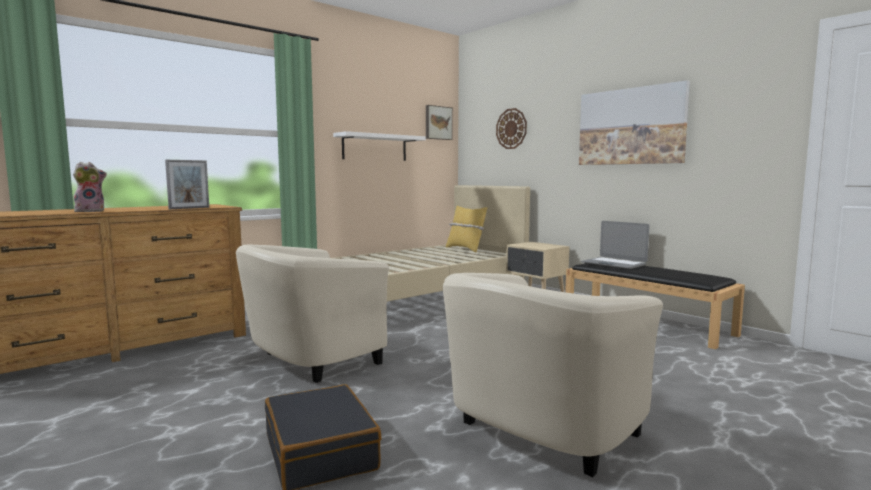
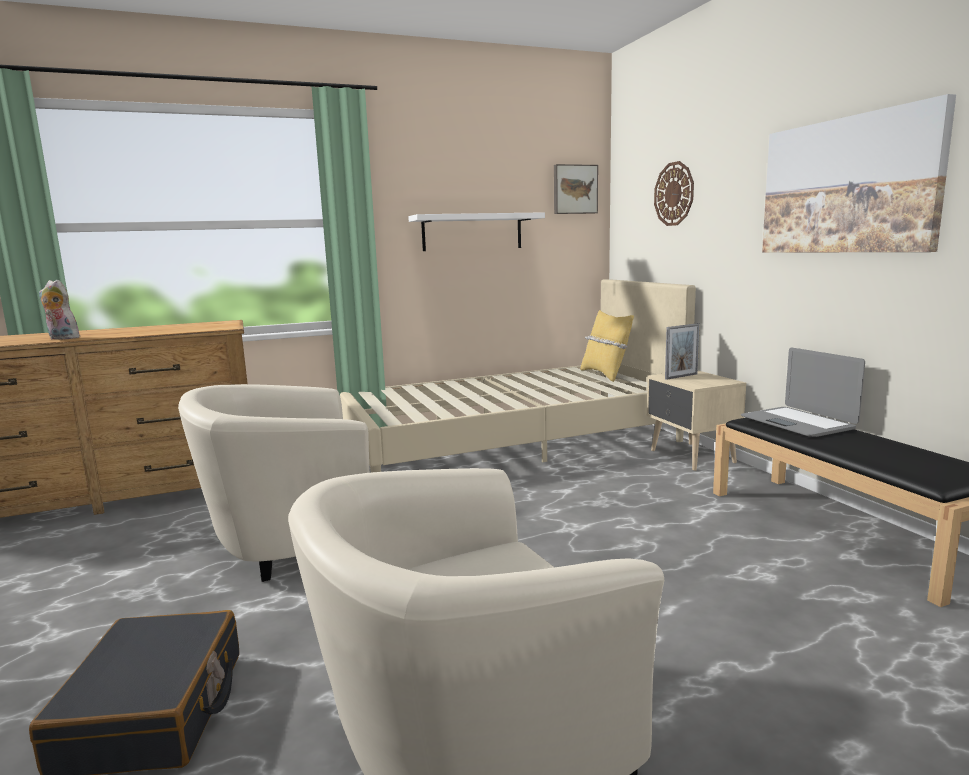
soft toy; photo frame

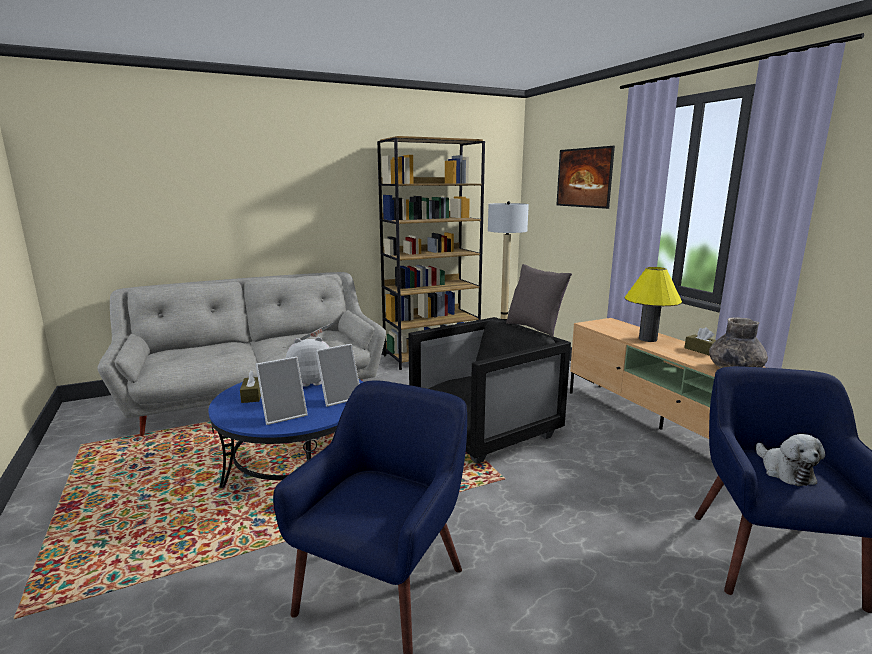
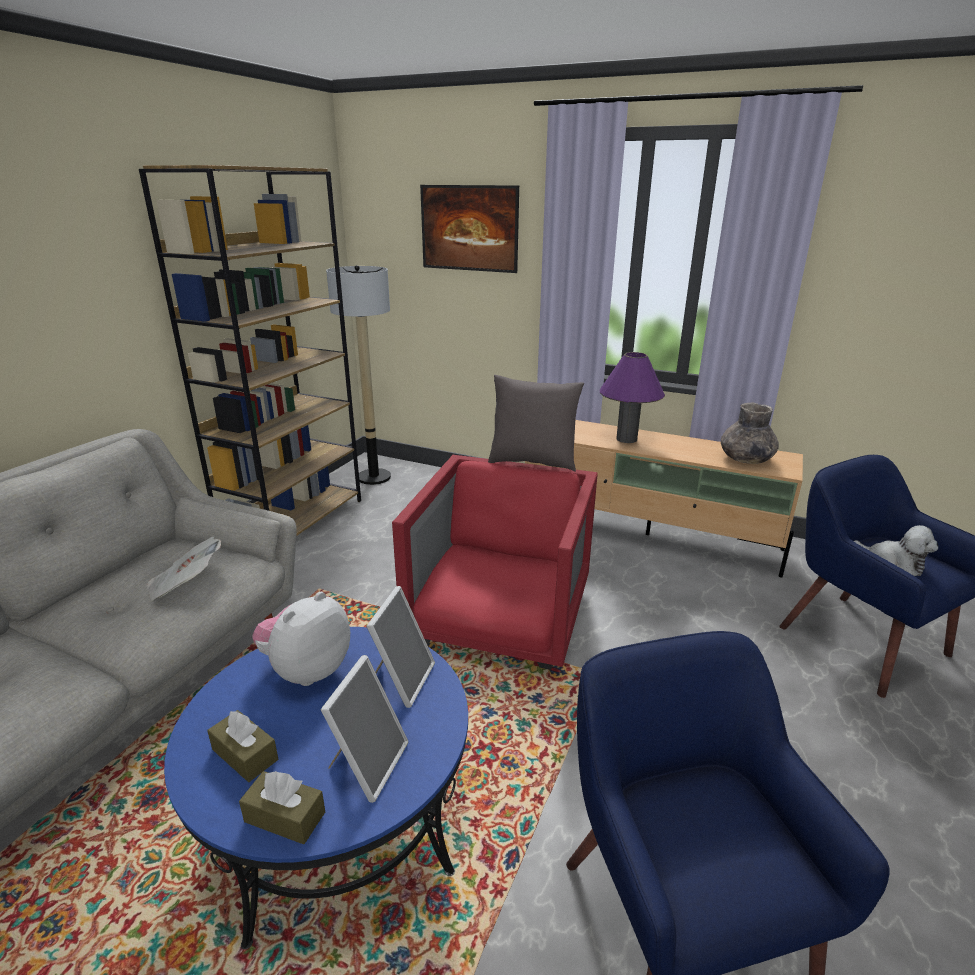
red easy chair; purple-coloured table lamp; brownish tissue holder (2nd from left)

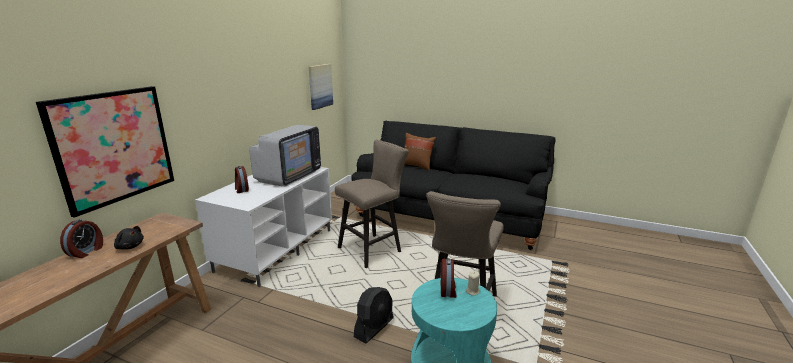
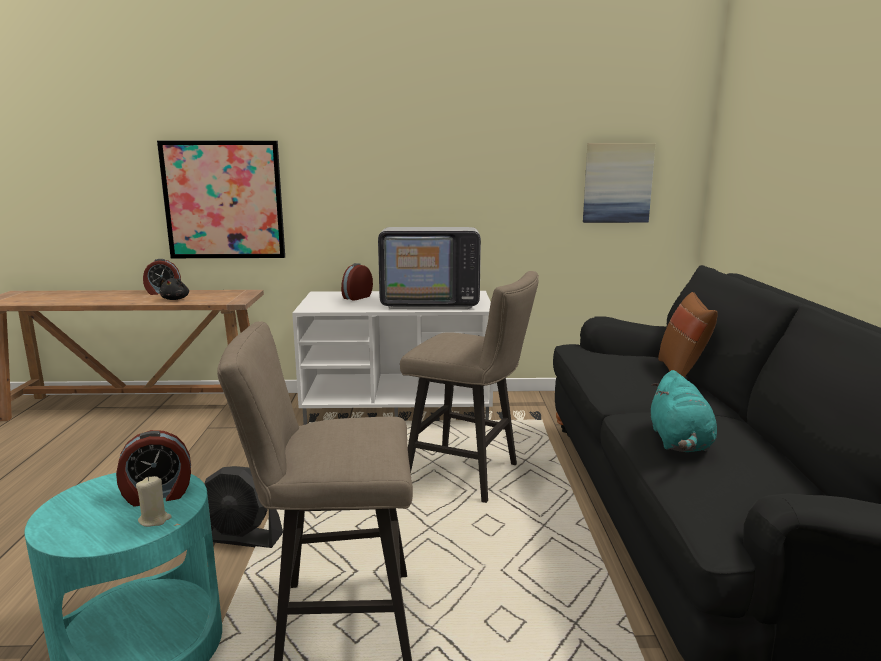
blue-green soft toy

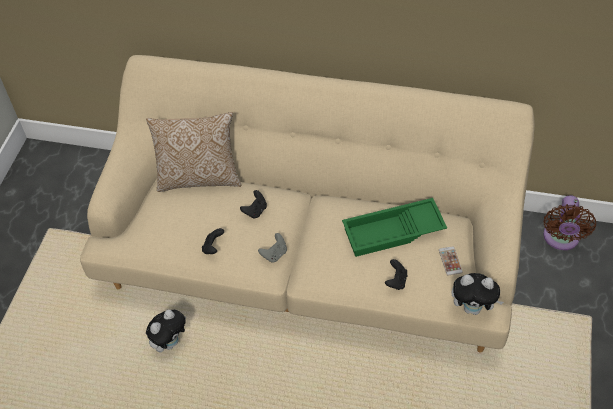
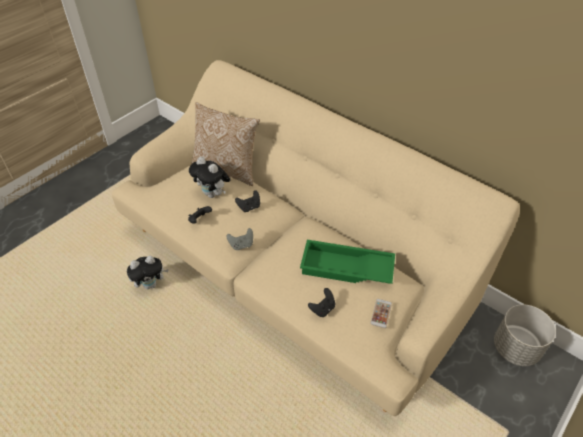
soft toy (2nd from left); greyish planter

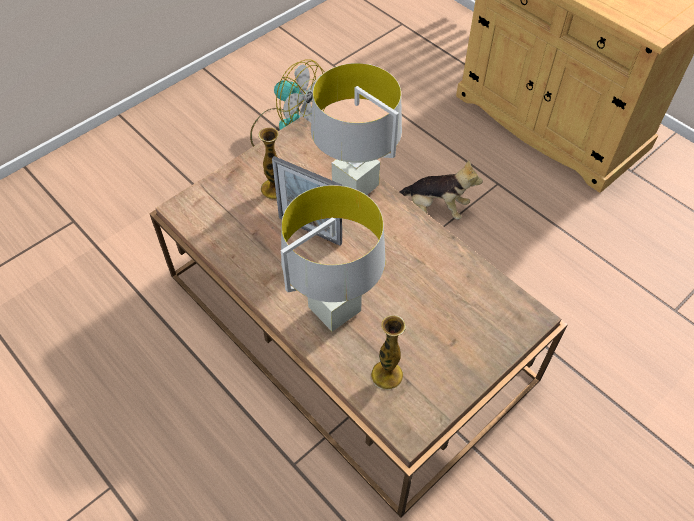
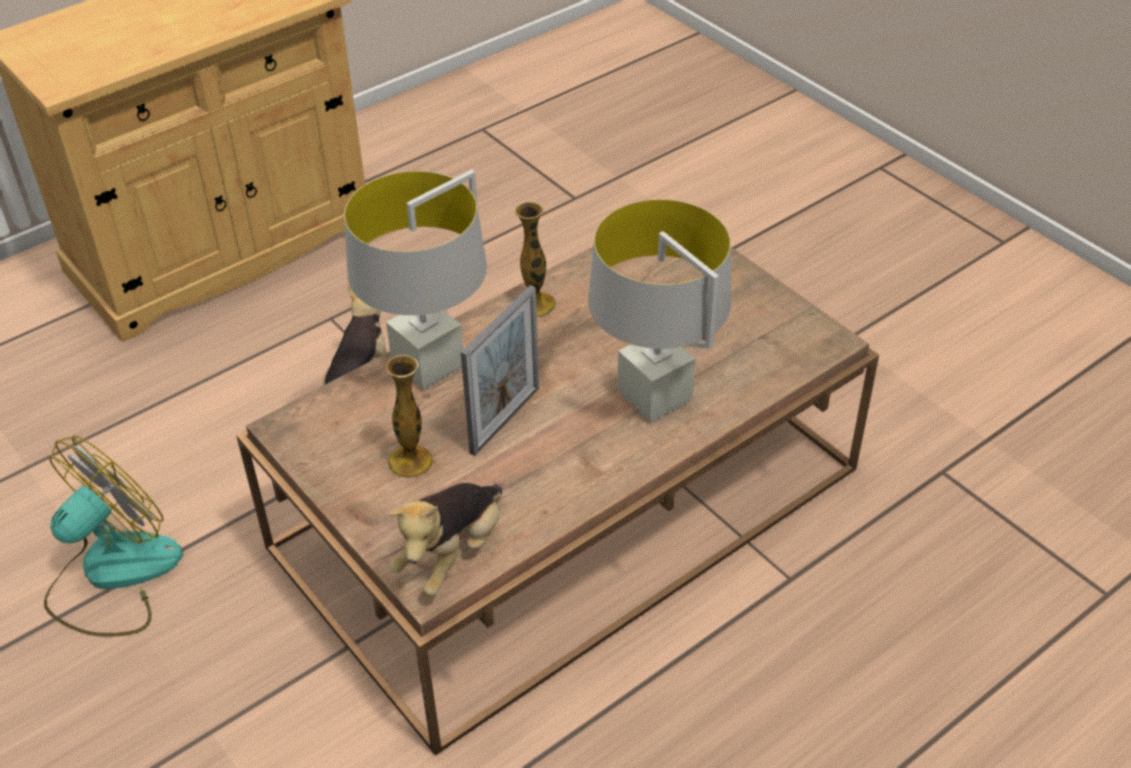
flower vase (2nd from left); soft toy (2nd from left)

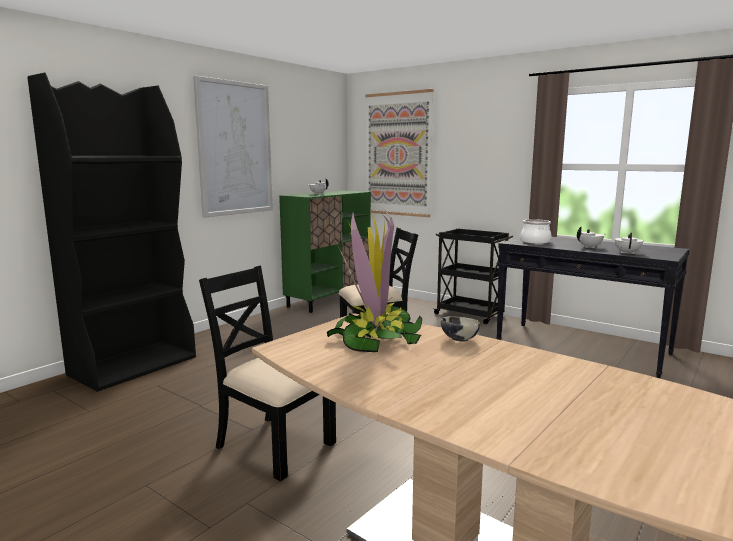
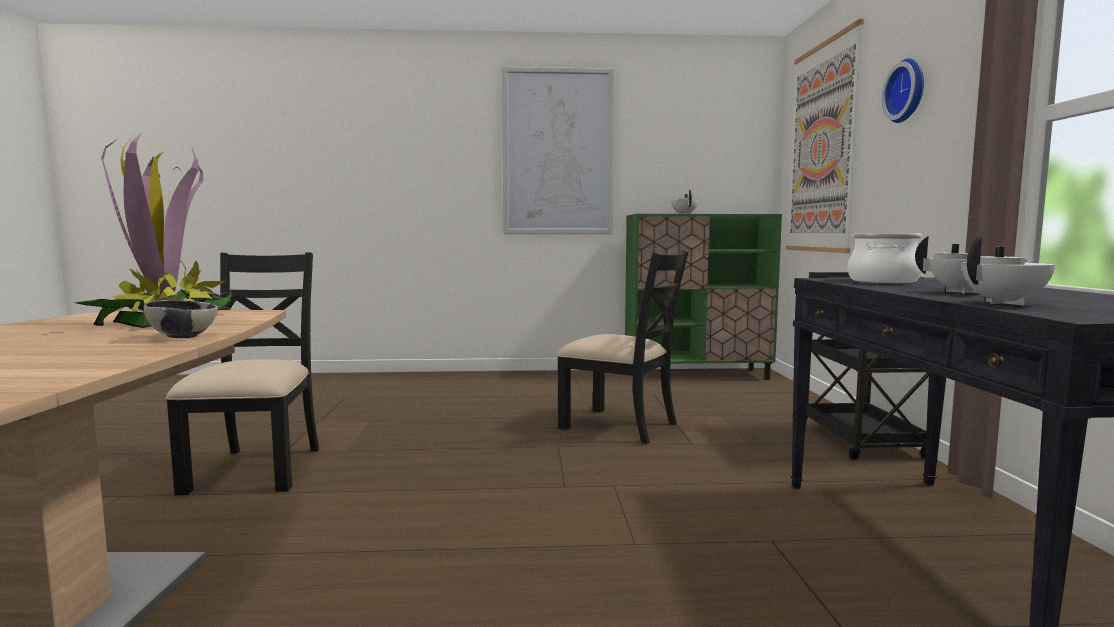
black shelving unit; hanging clock

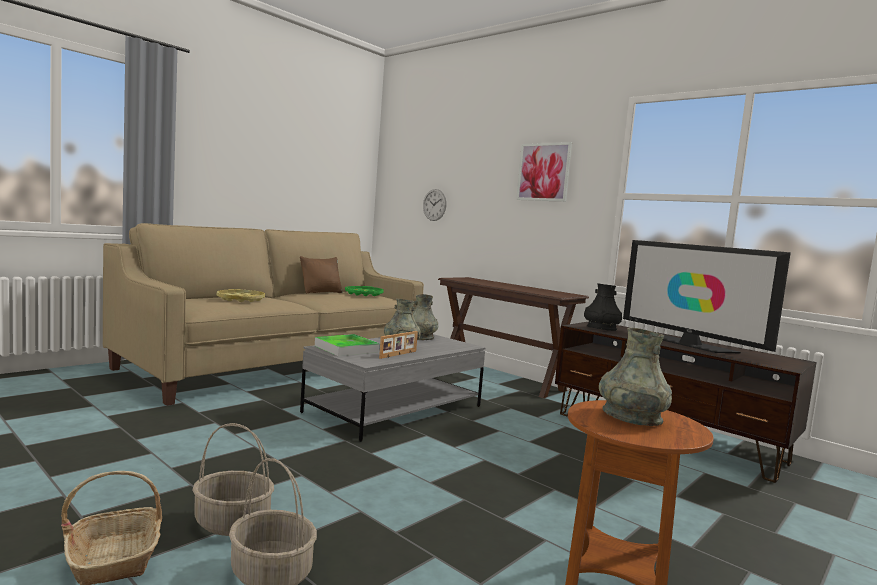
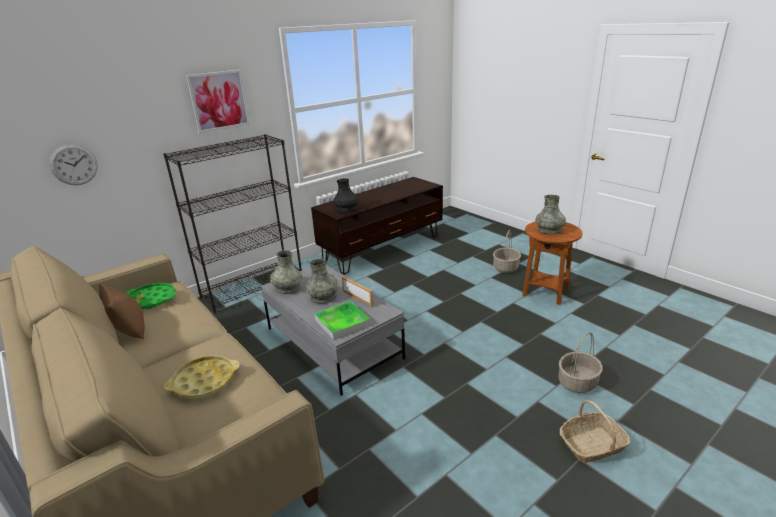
basket (1st from left); black shelving unit; TV

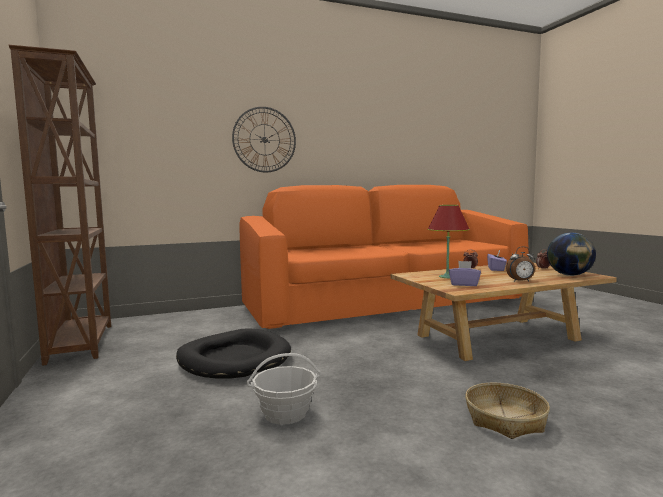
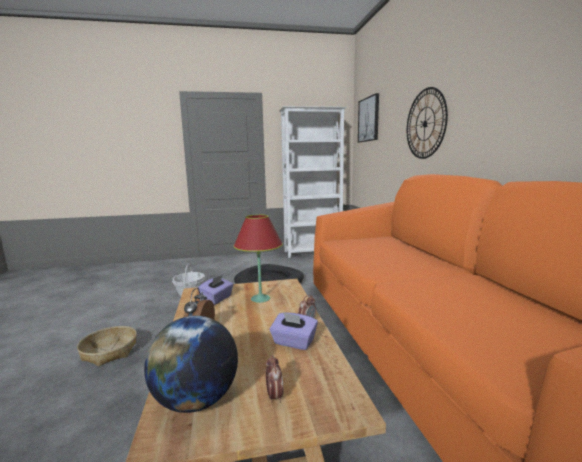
whitish shelving unit; wall picture

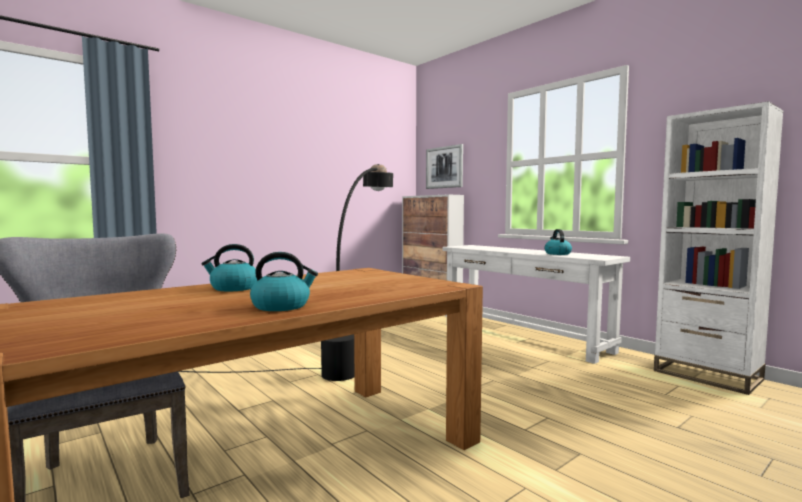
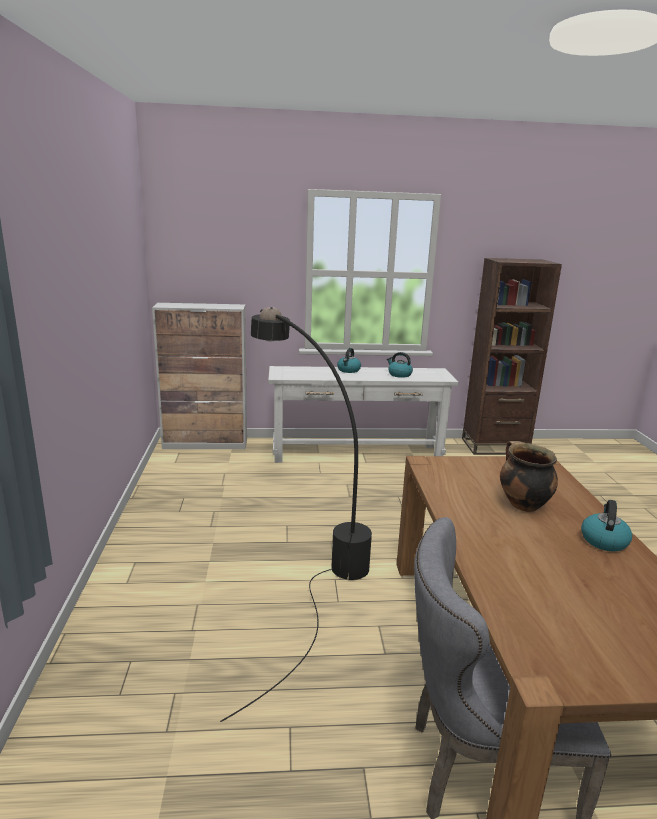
tea kettle (1st from left); wall picture; brownish shelving unit; saucepot

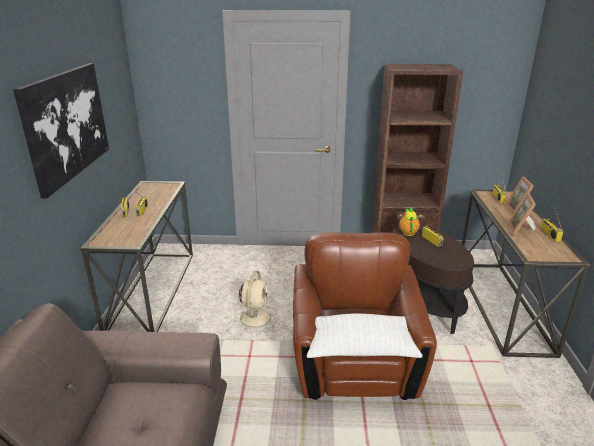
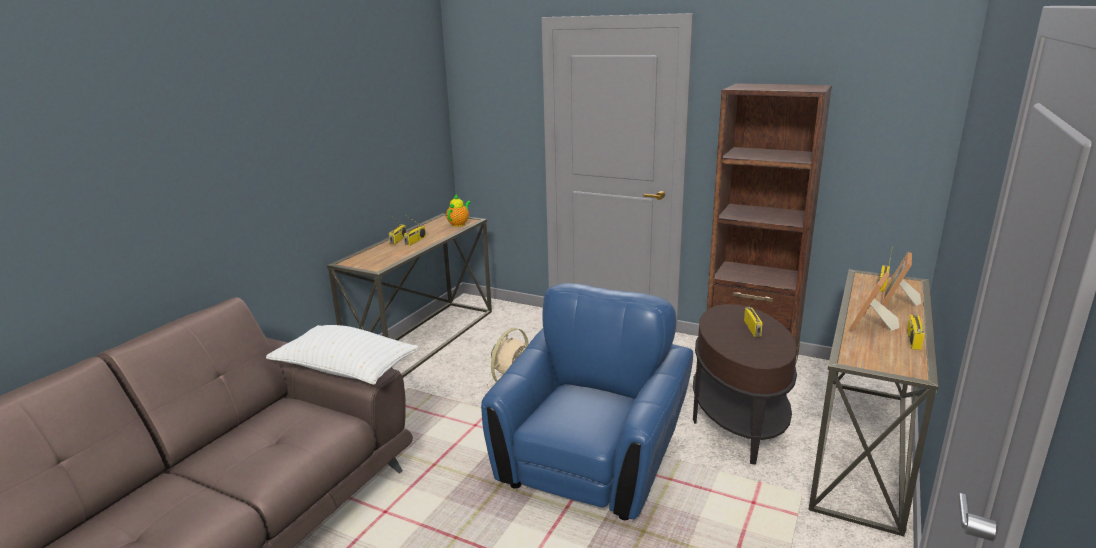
wall picture; blue-coloured easy chair; whitish pillow; pot for tea

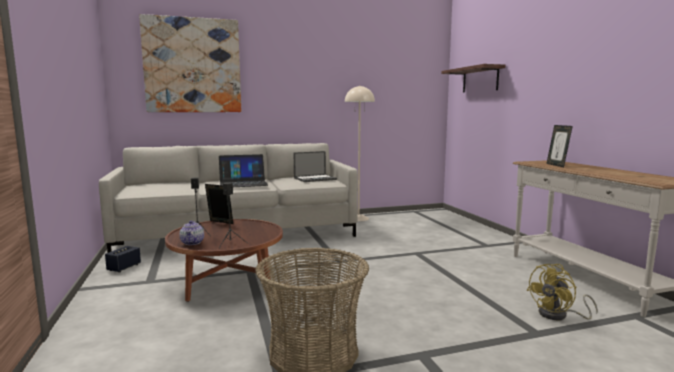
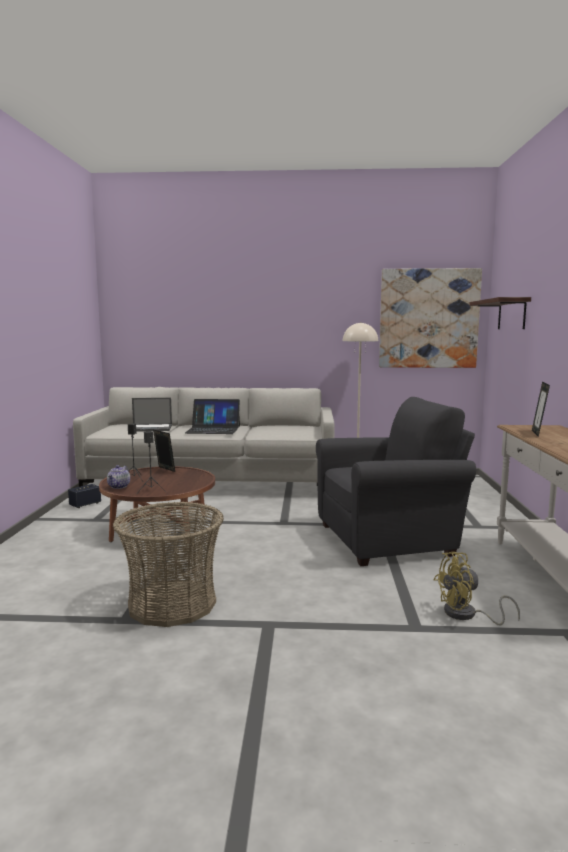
wall picture; laptop (1st from left); greyish easy chair

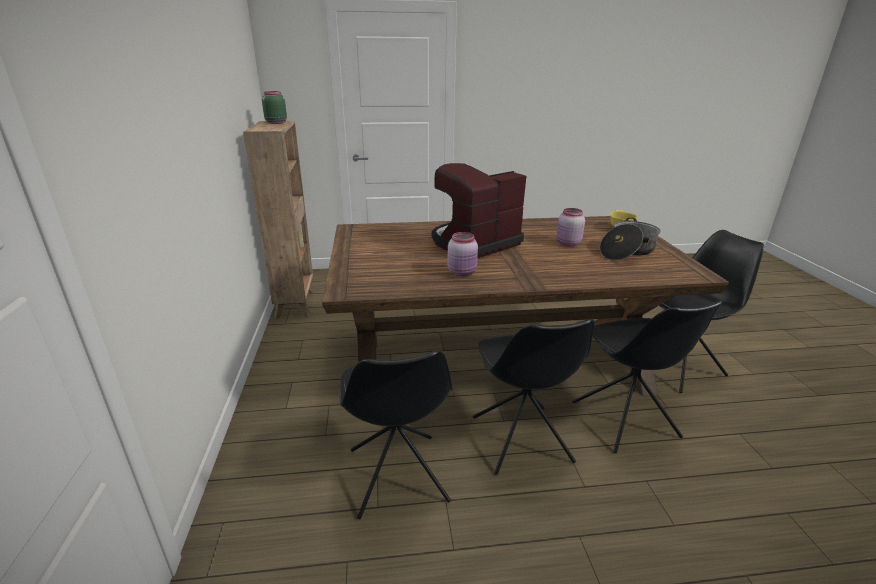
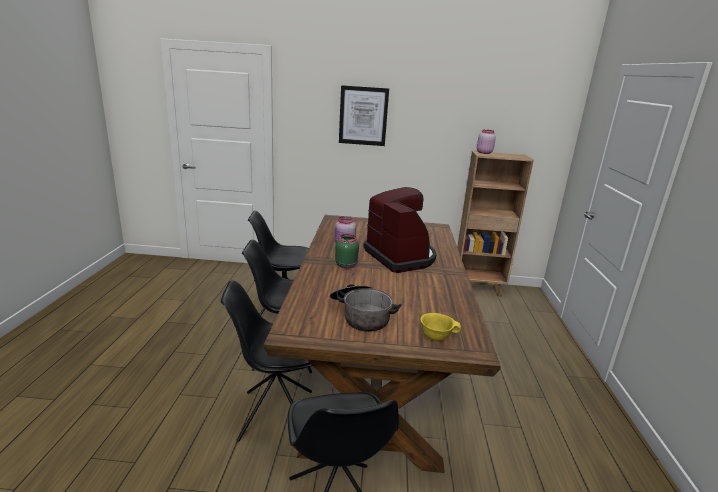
green-coloured jar; pink-coloured jar (2nd from left); wall picture

